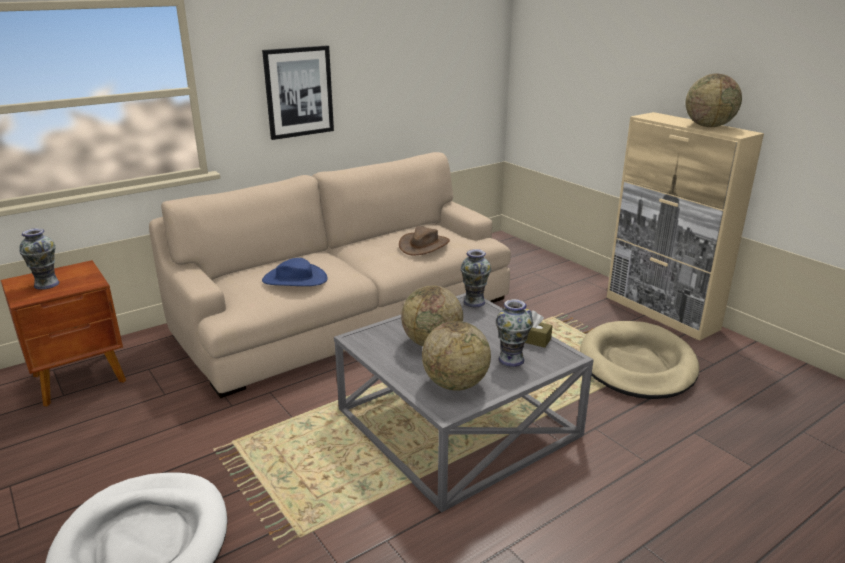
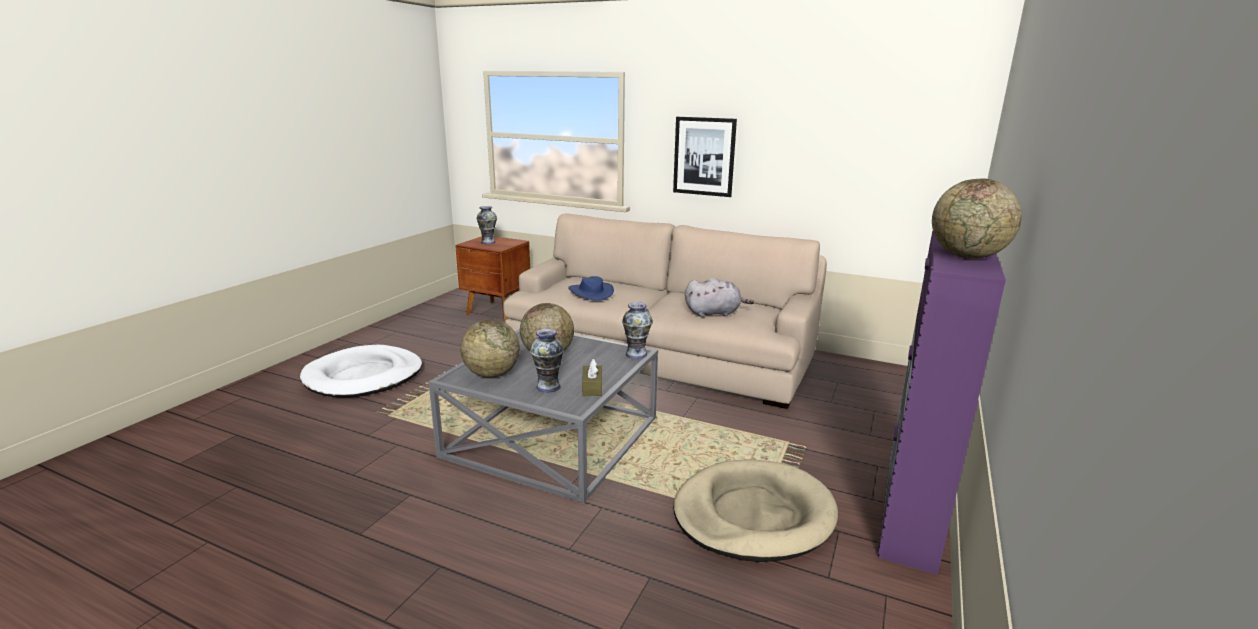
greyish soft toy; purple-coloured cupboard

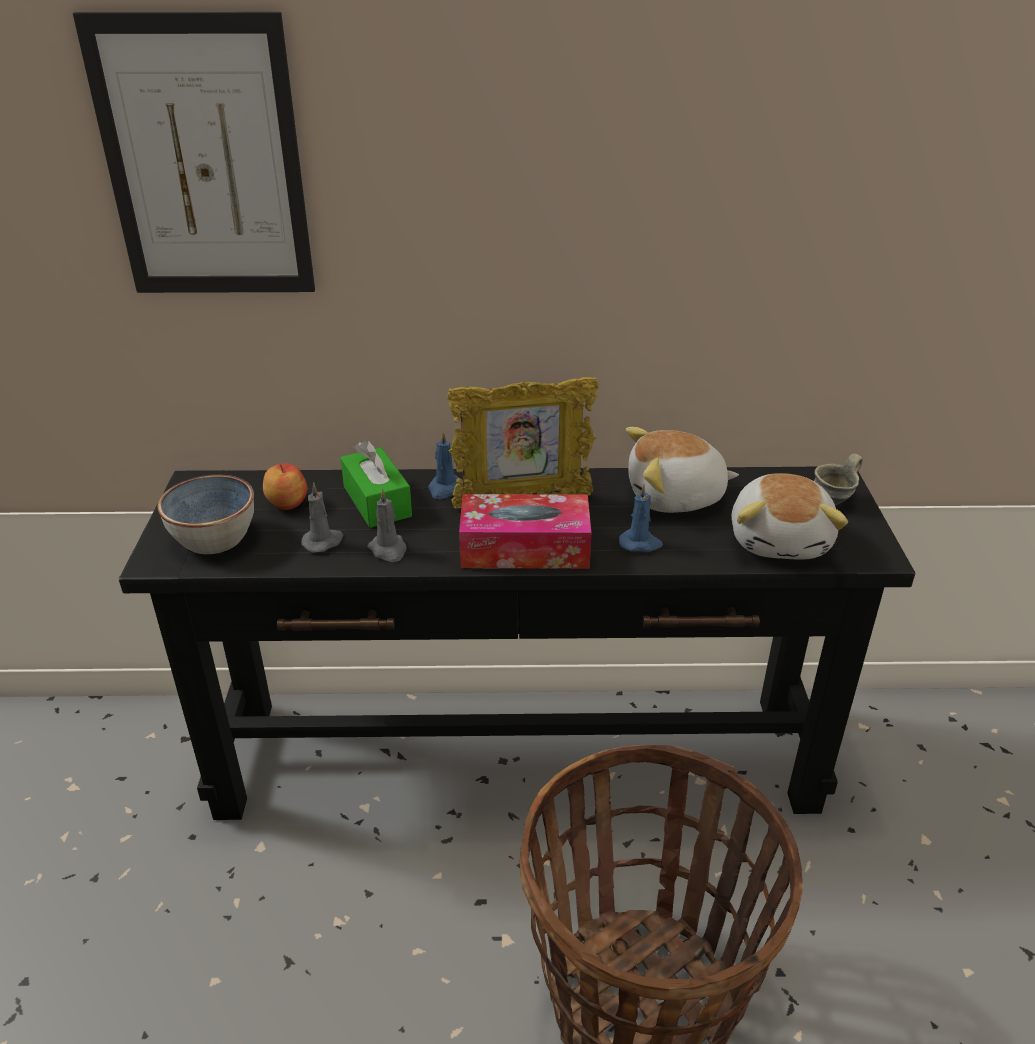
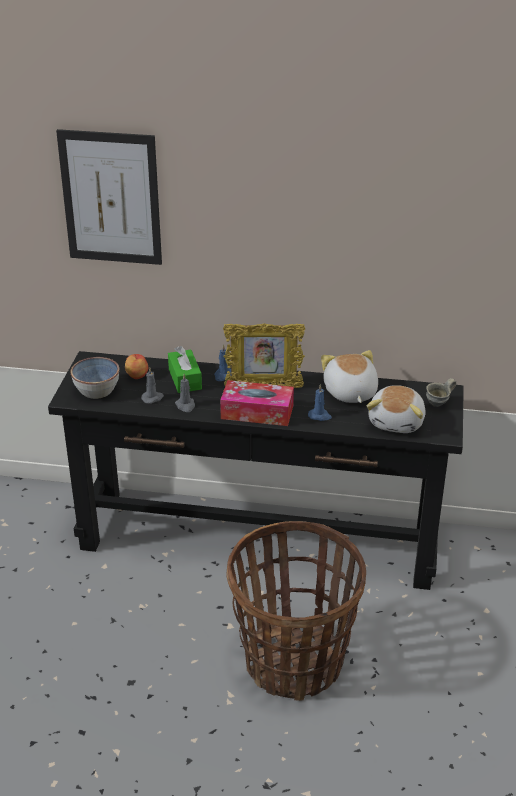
soft toy (1st from left)

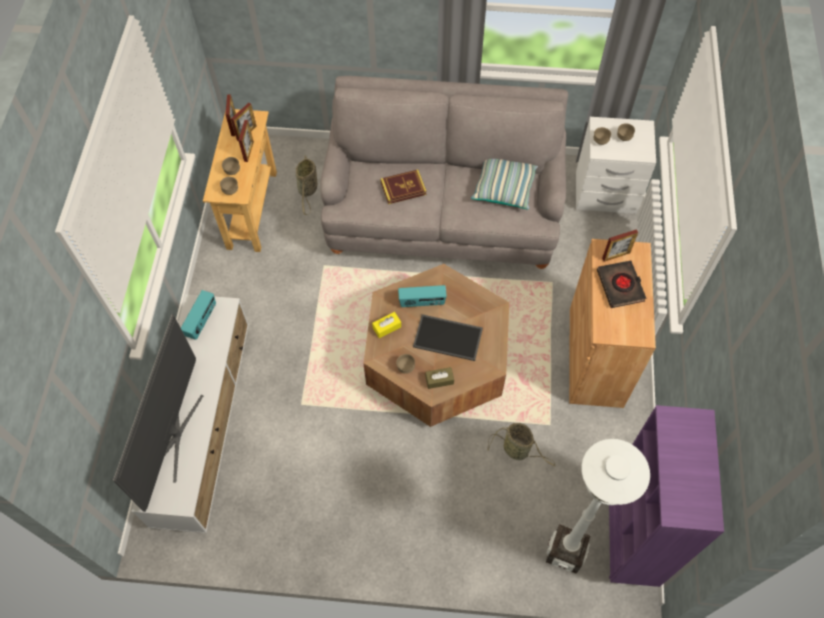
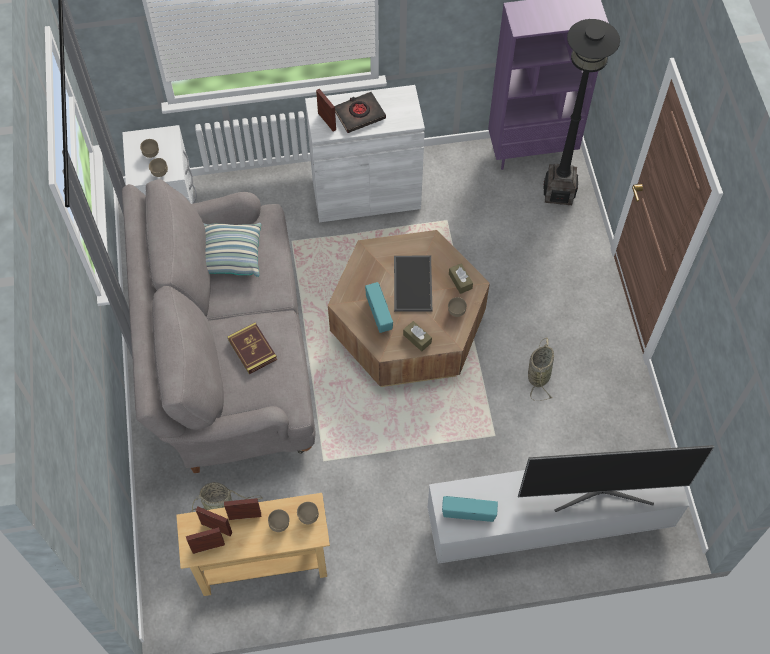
brownish tissue holder (1st from left); basket (2nd from left); black floor lamp; whitish cupboard

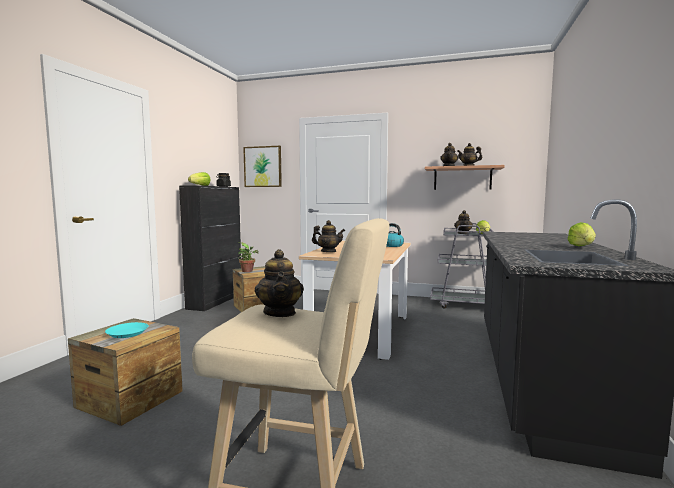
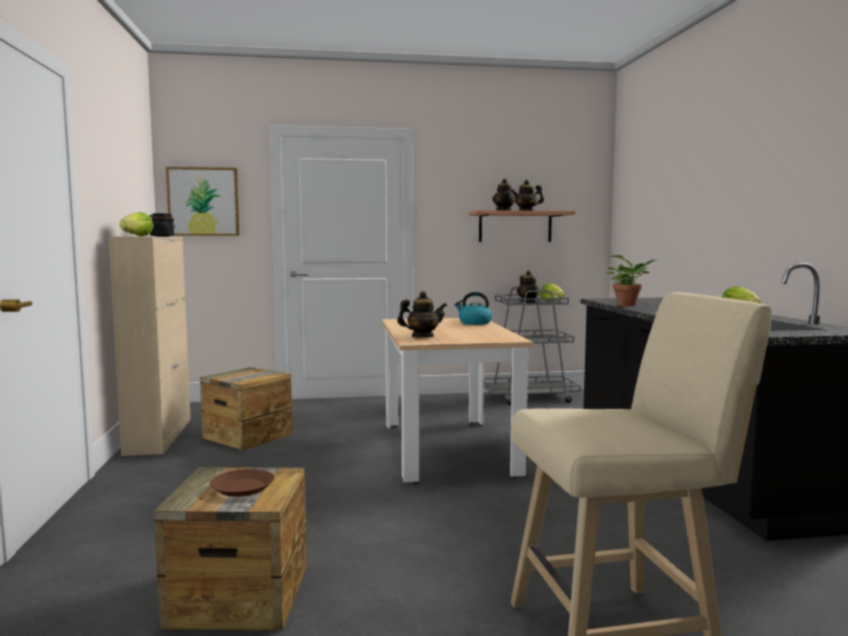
brownish dinner plate; sand-coloured cupboard; plant in a pot; pot for tea (1st from left in the first image)

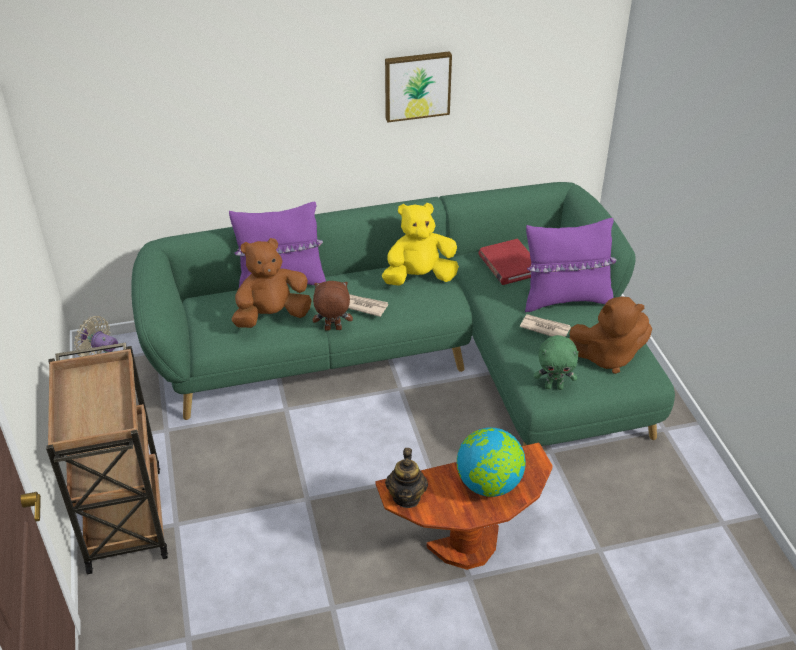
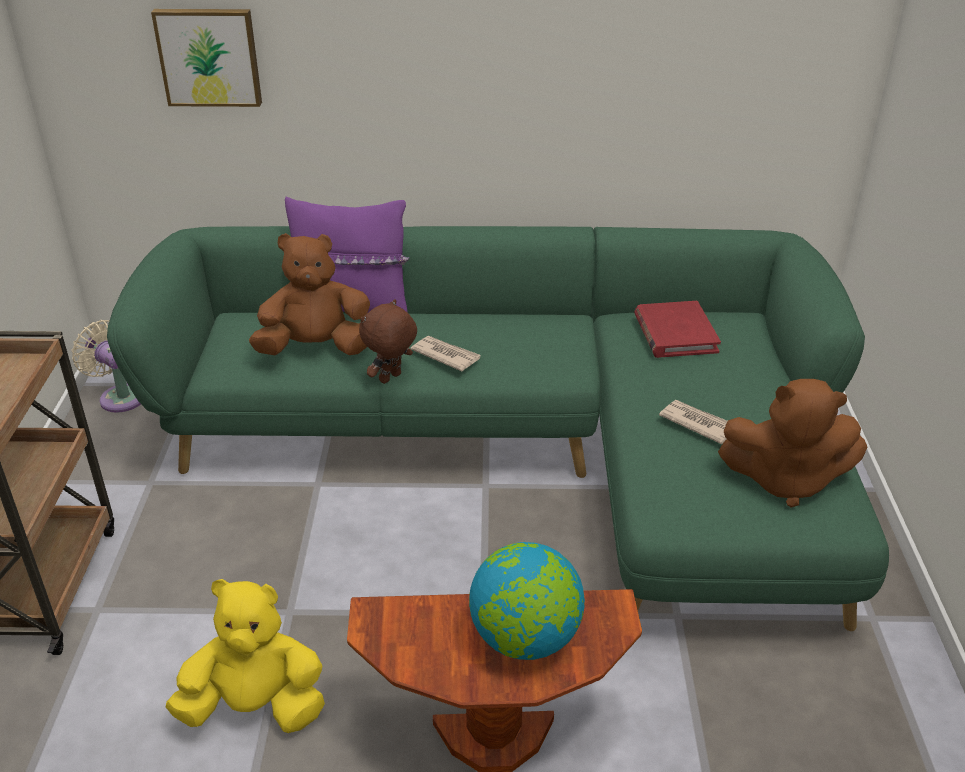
brownish soft toy (2nd from left); yellow-coloured soft toy; wall picture; pot for tea; purple-coloured pillow (2nd from left in the first image); green-coloured soft toy

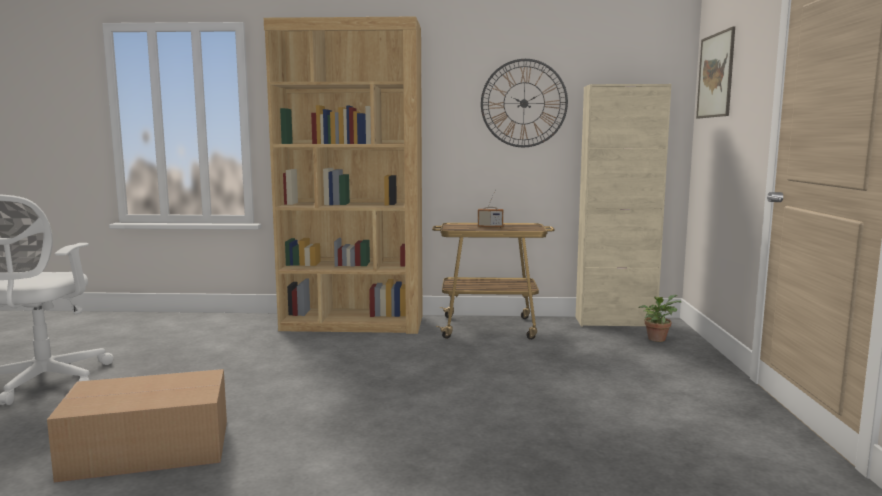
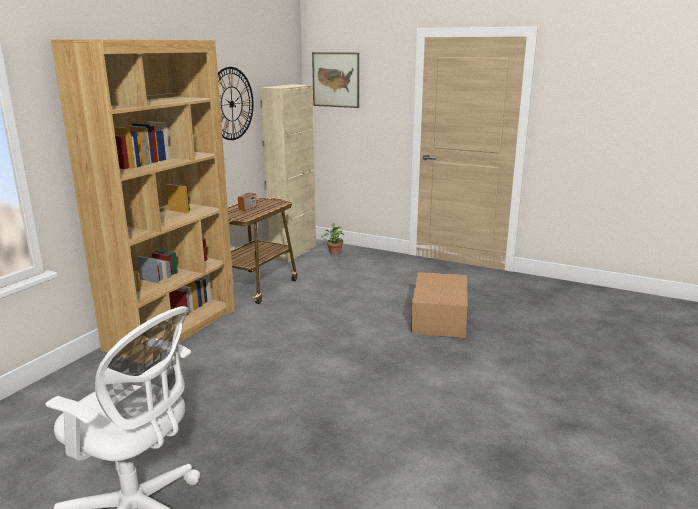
carton

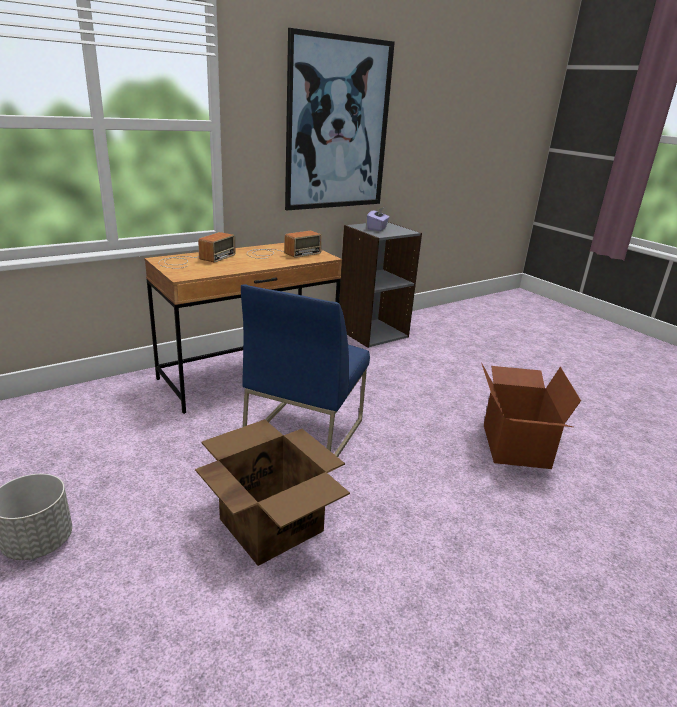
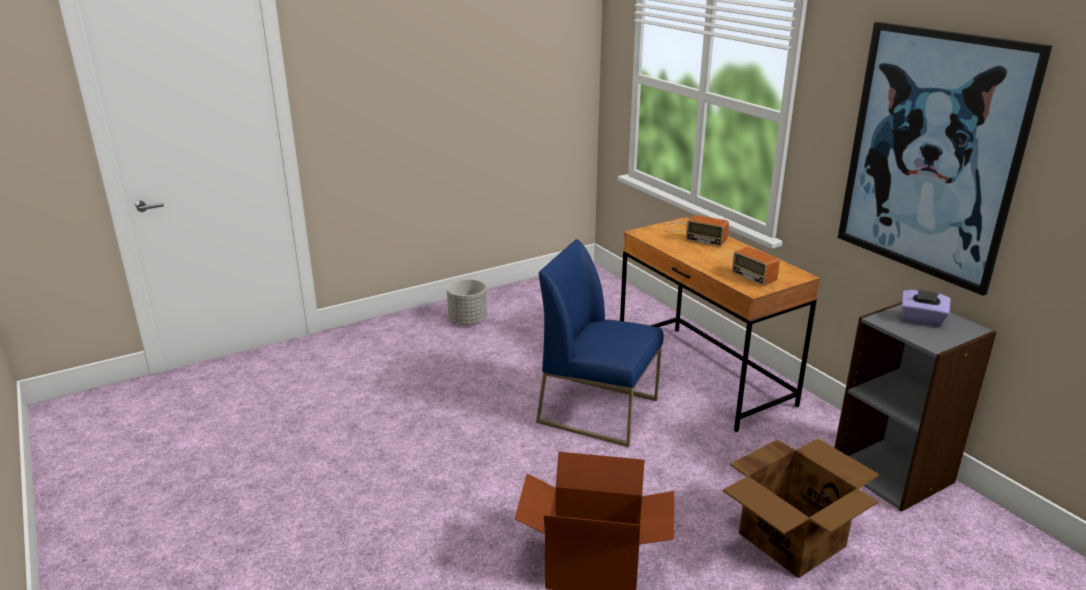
carton (2nd from left)

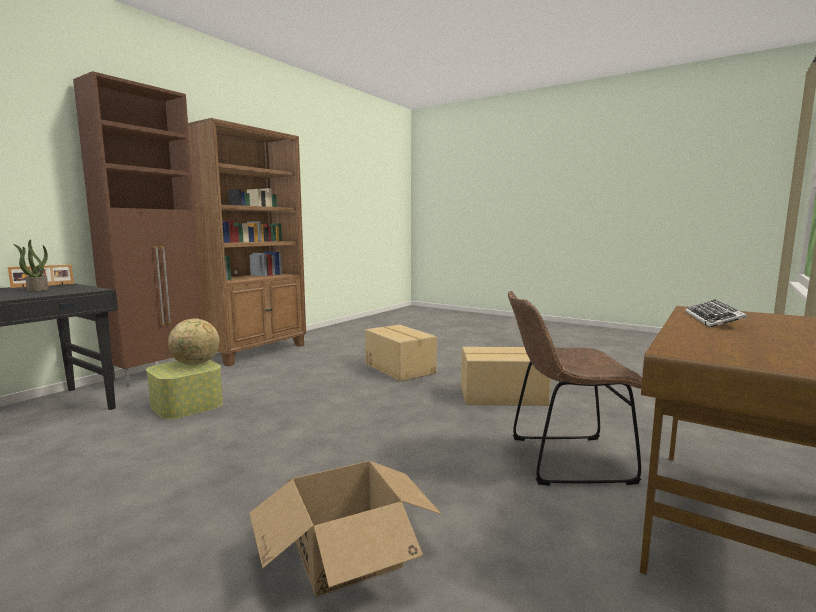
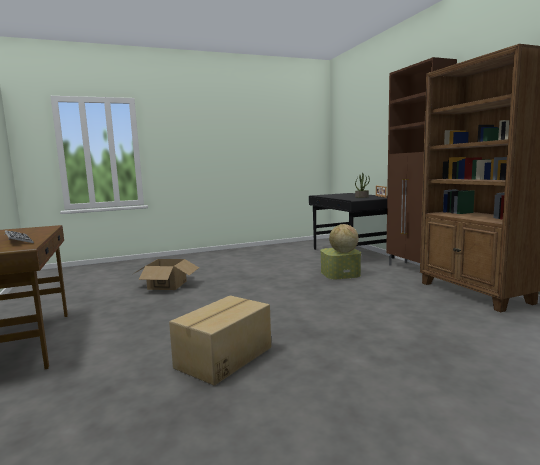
carton (2nd from left in the first image); brownish chair

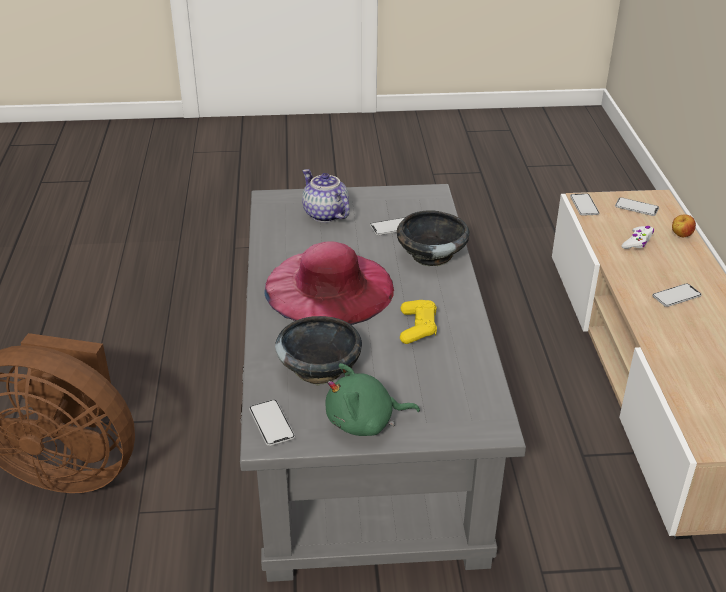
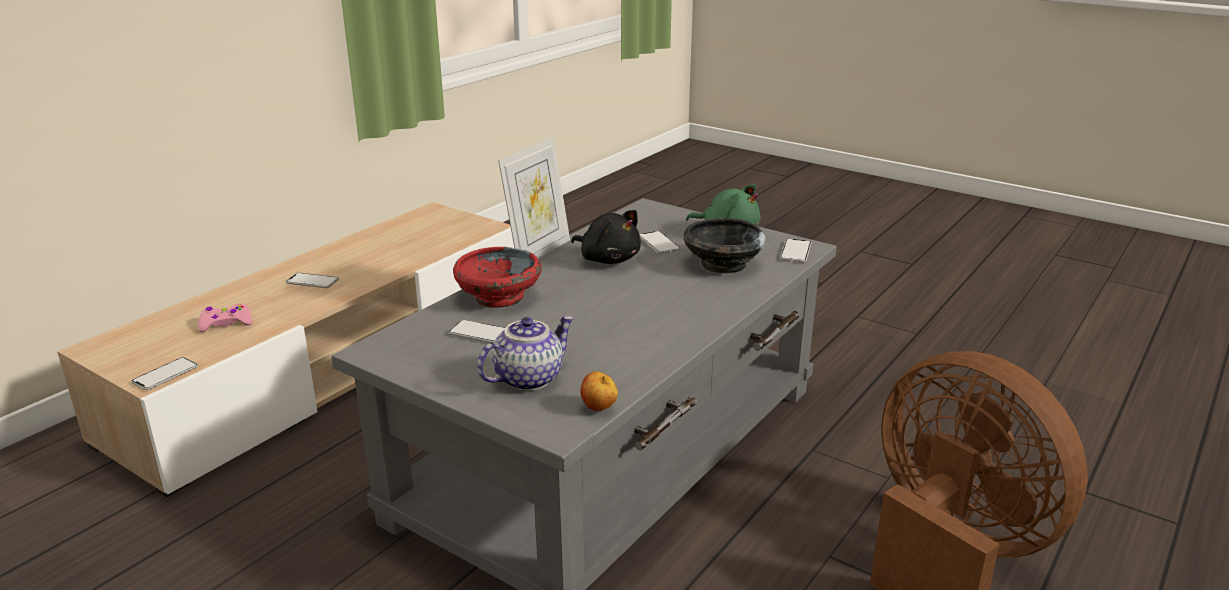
pink-coloured hat; pot for tea; red deep dish; black soft toy; telephone (4th from left); pink-coloured gamepad; whole apple; photo frame

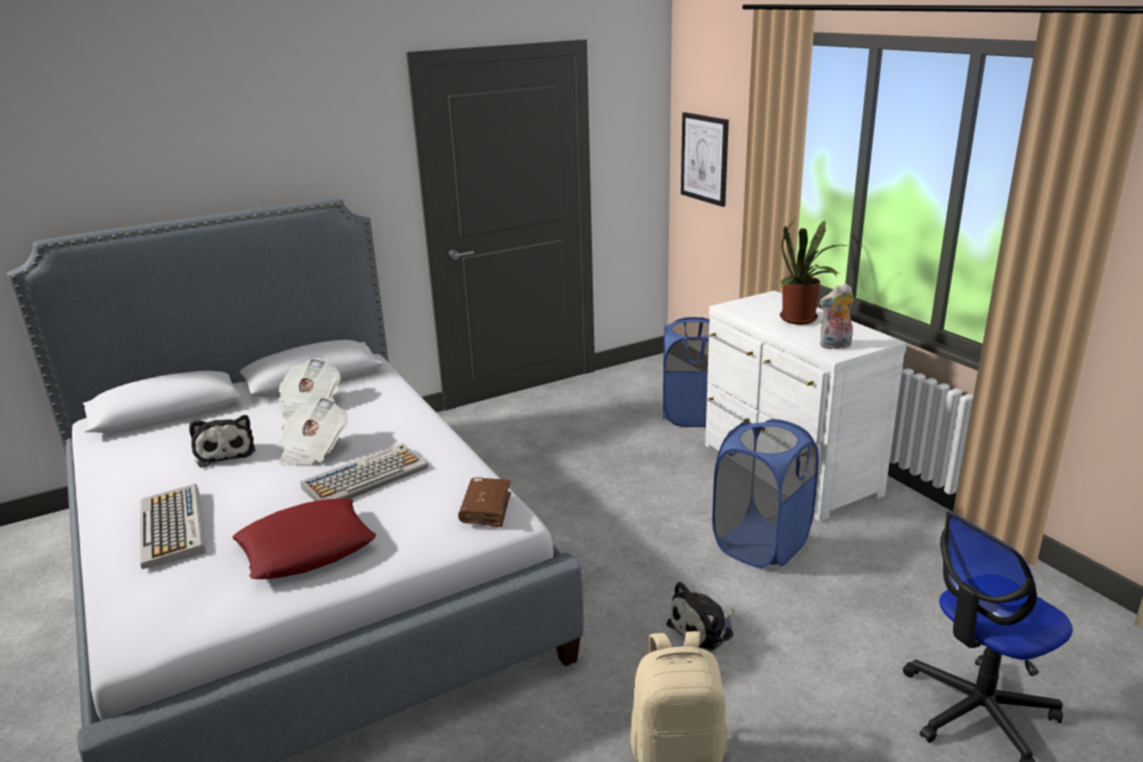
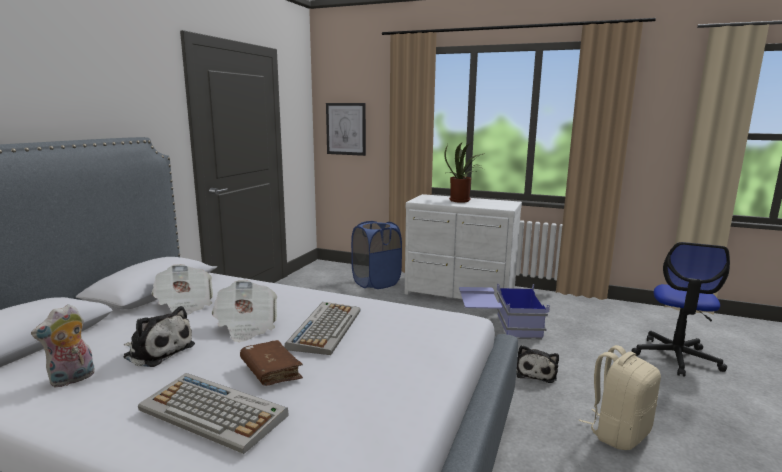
red pillow; brownish bound book; blue-coloured storage container; soft toy (1st from left)

